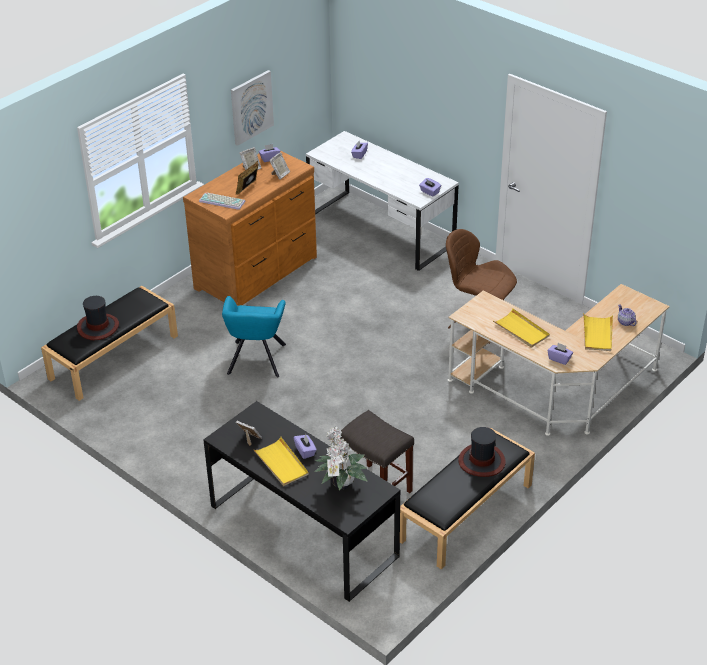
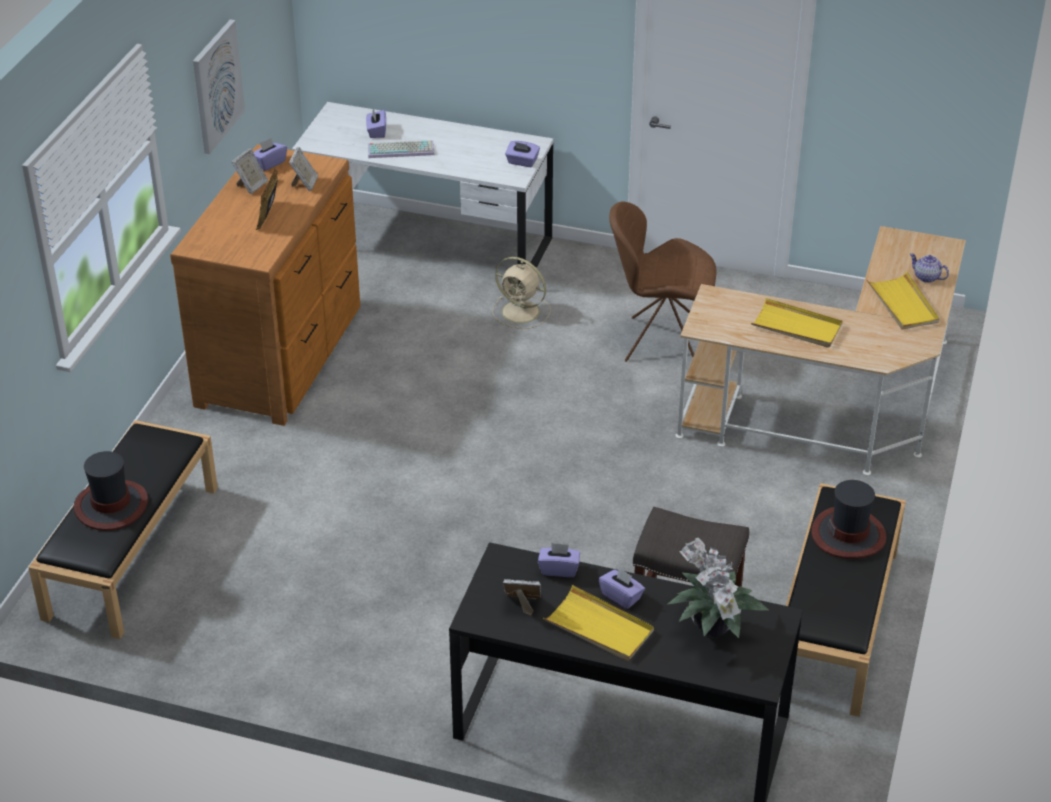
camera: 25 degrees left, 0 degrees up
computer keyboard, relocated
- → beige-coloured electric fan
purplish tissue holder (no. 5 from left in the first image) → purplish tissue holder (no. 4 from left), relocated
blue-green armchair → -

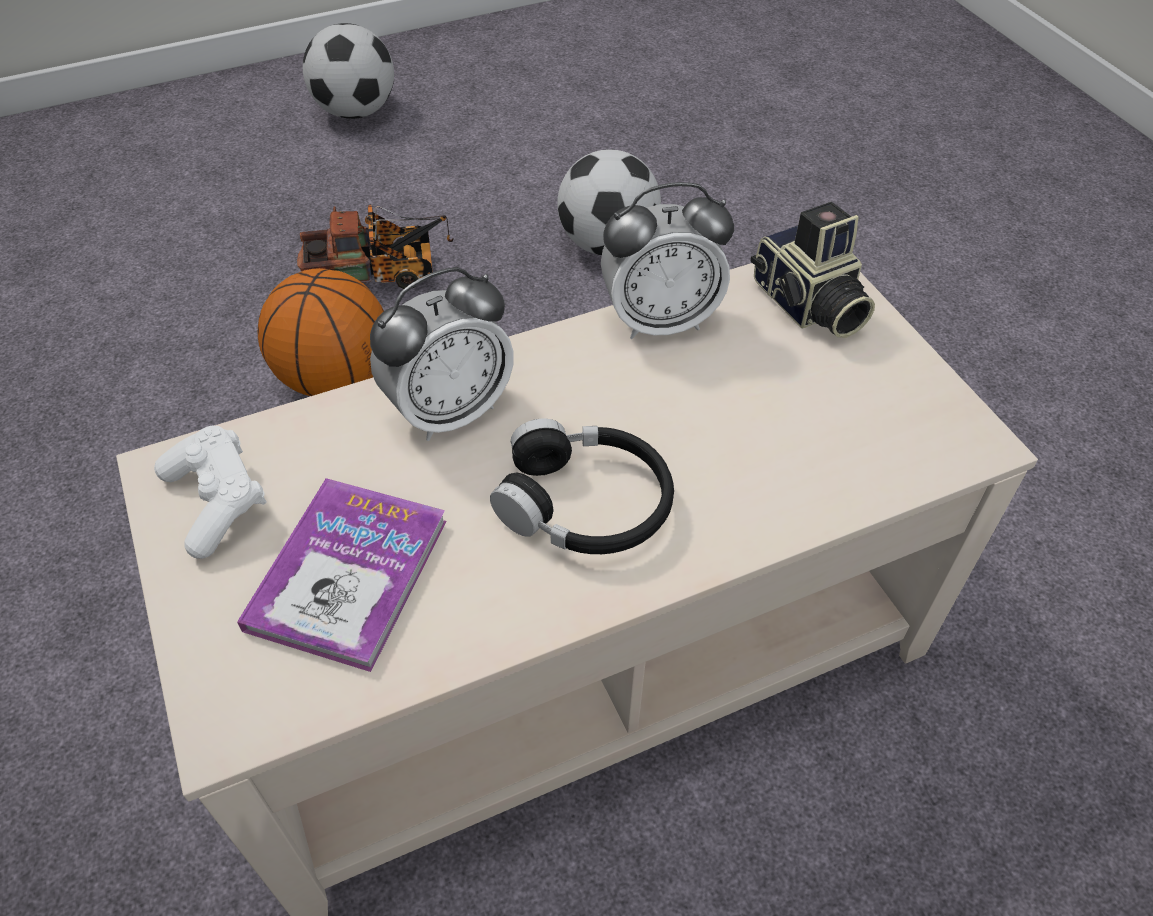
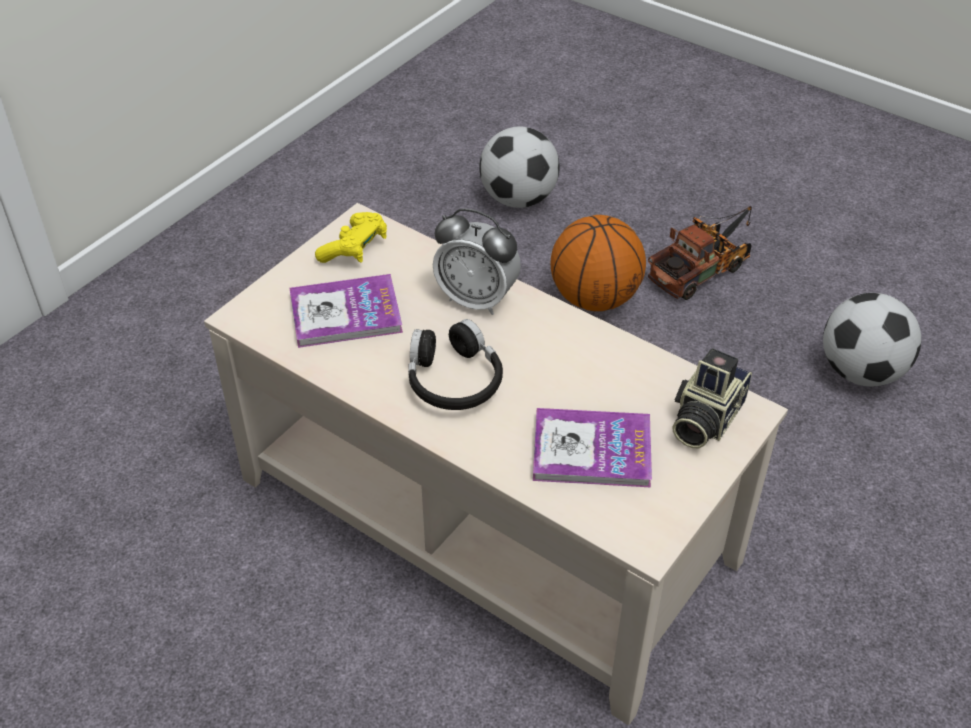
camera: 60 degrees right, 5 degrees down
whitish game controller → yellow-coloured game controller
football ball (no. 1 from left), relocated
- → book (no. 2 from left)
model truck, 90 degrees counterclockwise
table clock (no. 2 from left) → -

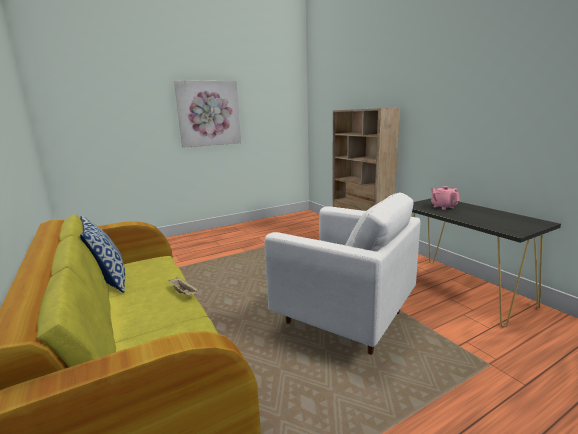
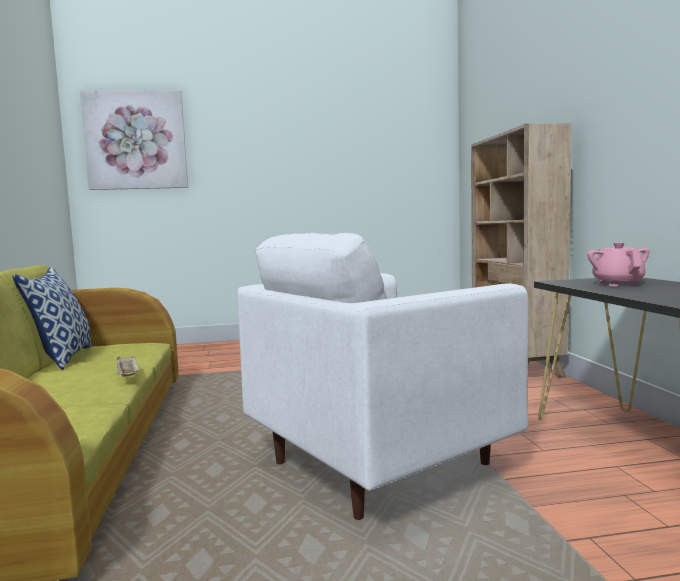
camera: 20 degrees right, 10 degrees down
picture, relocated
whitish armchair, 90 degrees clockwise

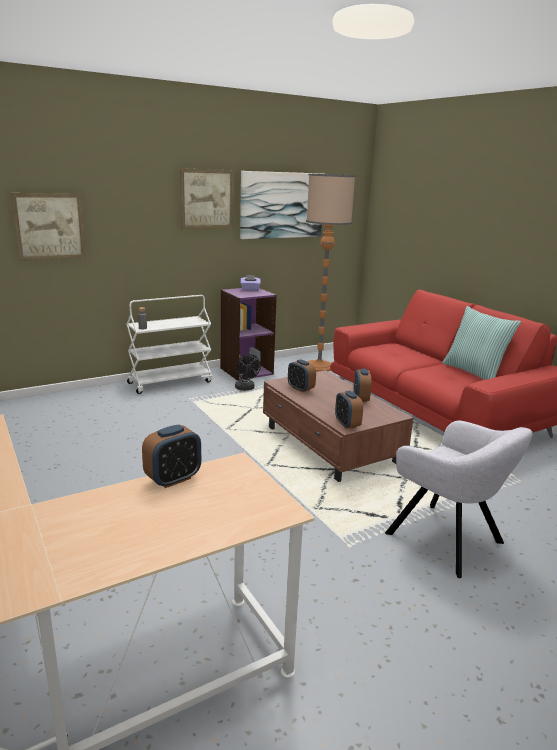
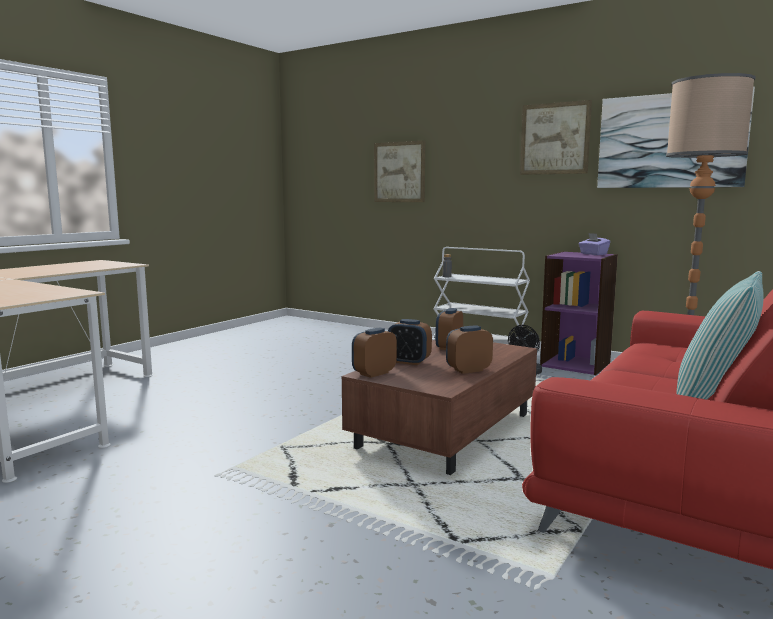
camera: 65 degrees right, 10 degrees down
table clock (no. 1 from left in the first image) → table clock (no. 2 from left), relocated
grey armchair → -

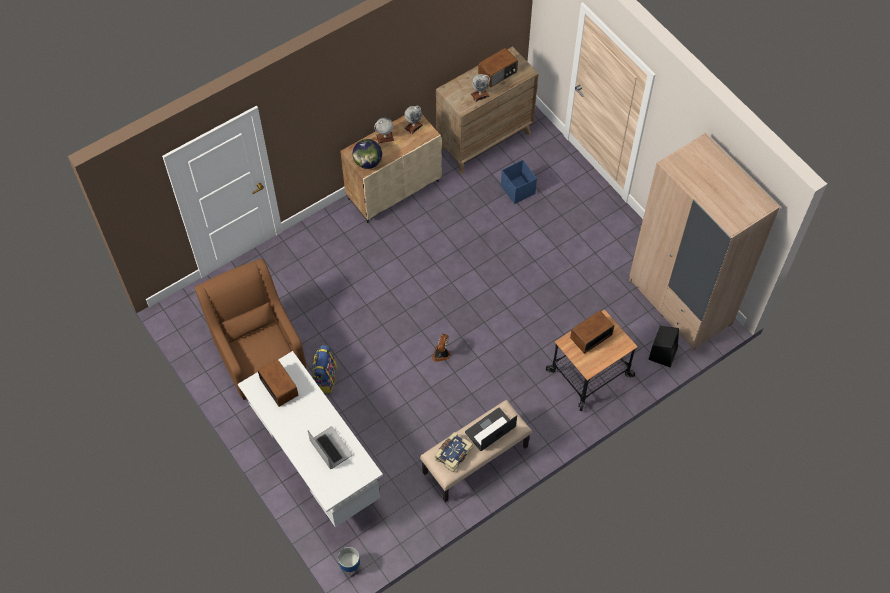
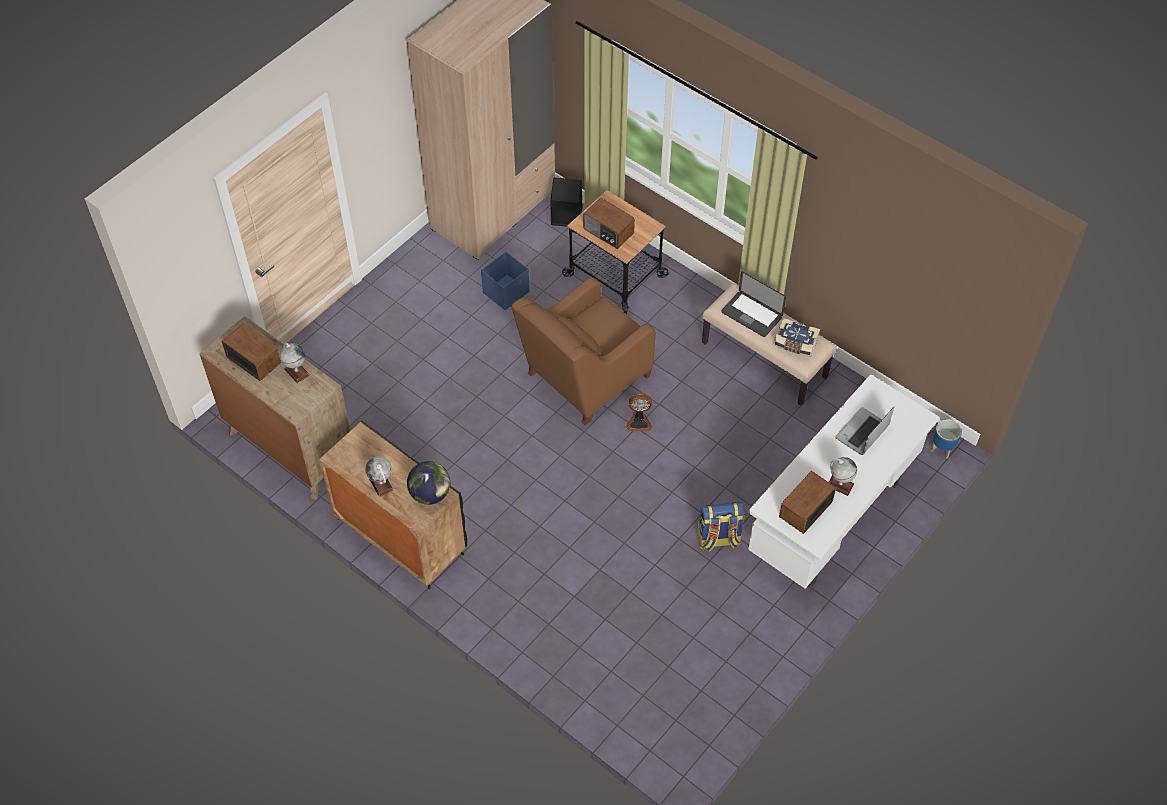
camera: 105 degrees left, 5 degrees down
beige-coloured cupboard → blackish cupboard
blue storage container, relocated
brown armchair, relocated
world globe (no. 3 from left in the first image) → world globe (no. 4 from left), relocated

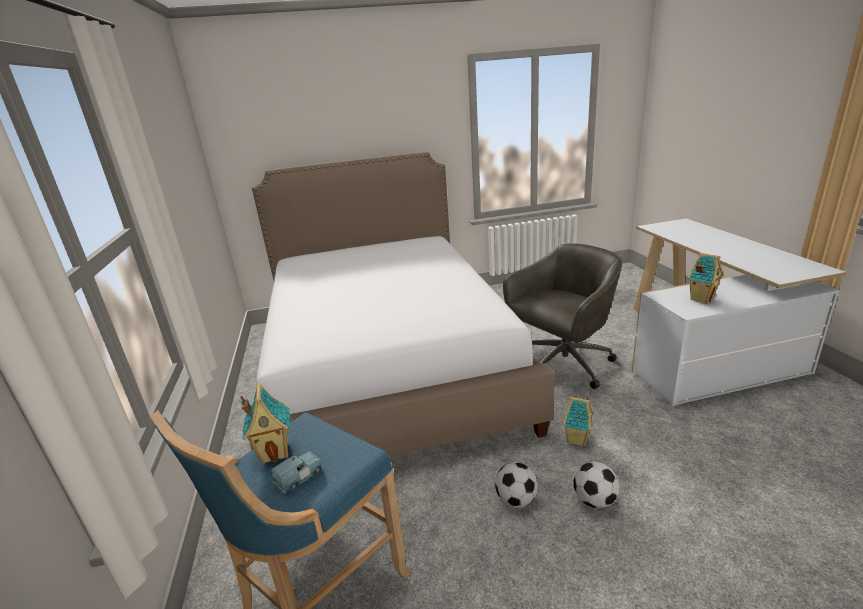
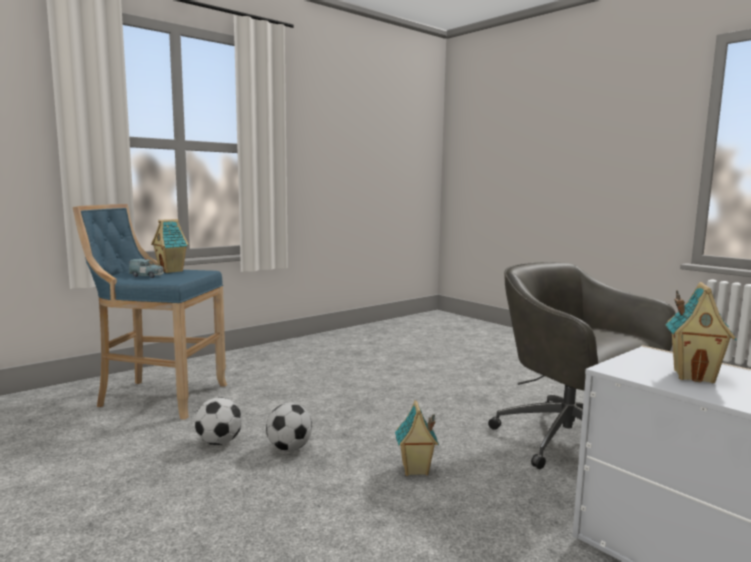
camera: 60 degrees right, 15 degrees down
football ball (no. 2 from left in the first image) → football ball (no. 1 from left), relocated
grey office chair, 150 degrees counterclockwise
sleeping bed → -

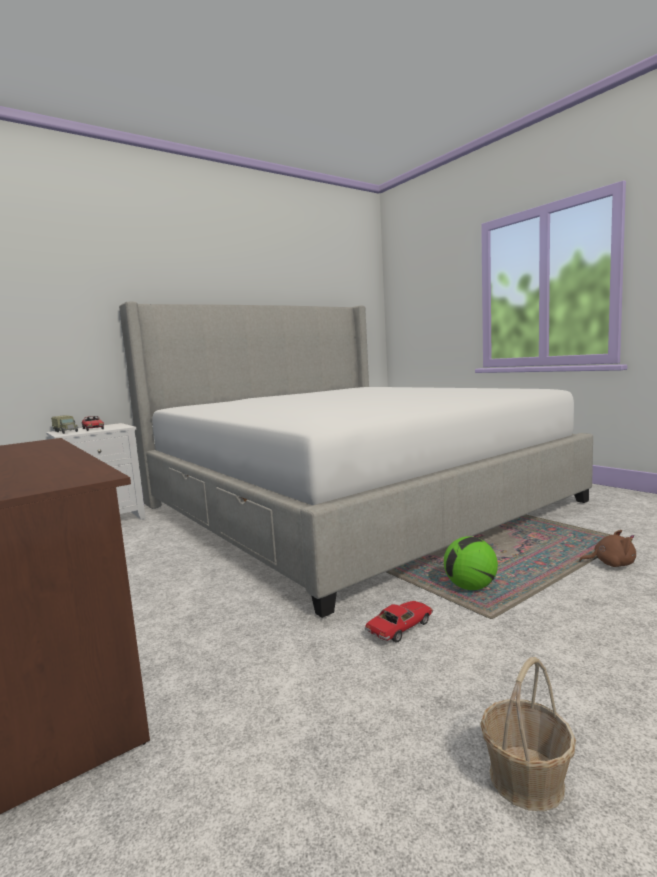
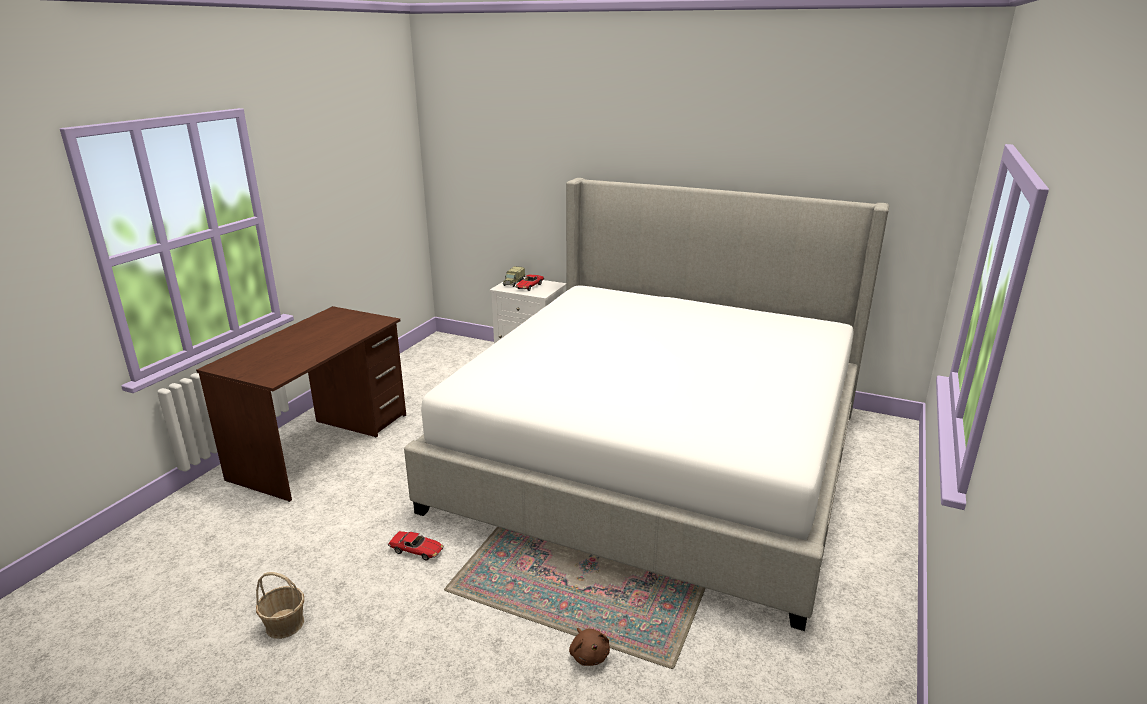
camera: 60 degrees right, 15 degrees up
football ball → -

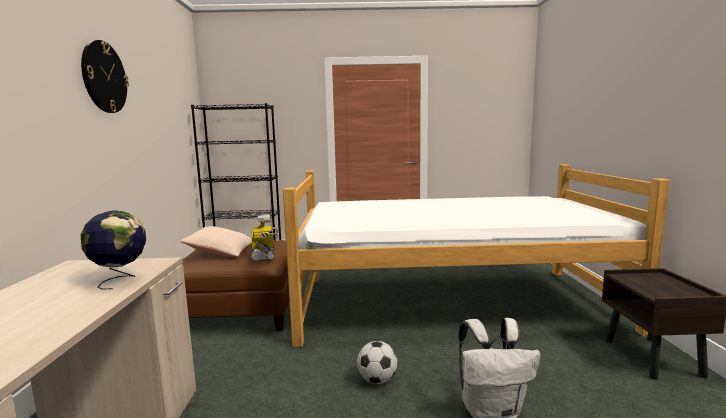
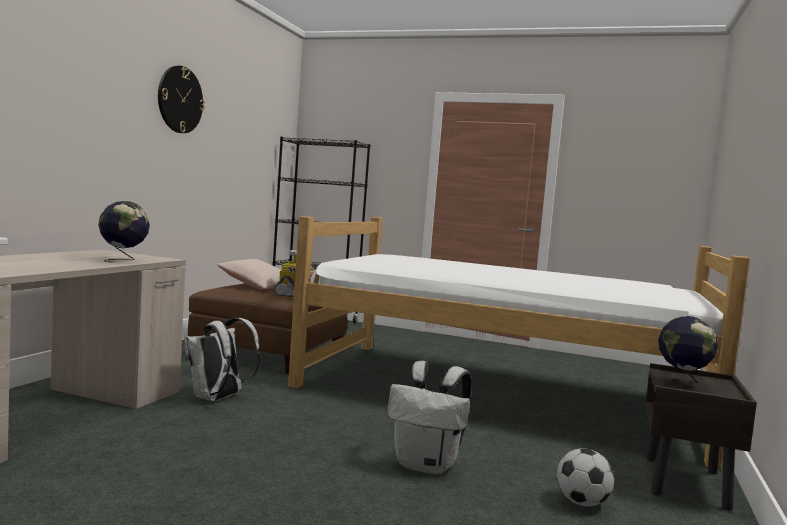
camera: 20 degrees right, 5 degrees down
- → whitish rucksack (no. 1 from left)
football ball, relocated
- → world globe (no. 2 from left)

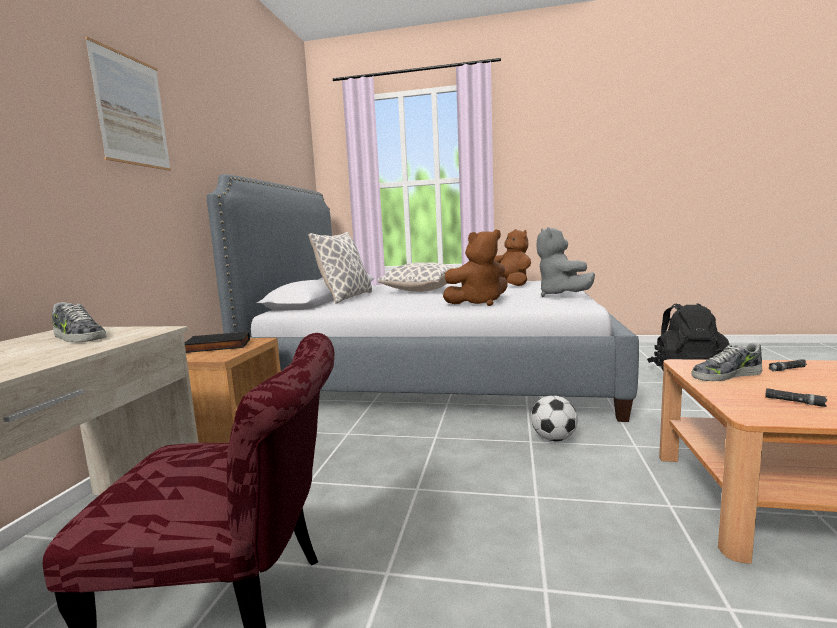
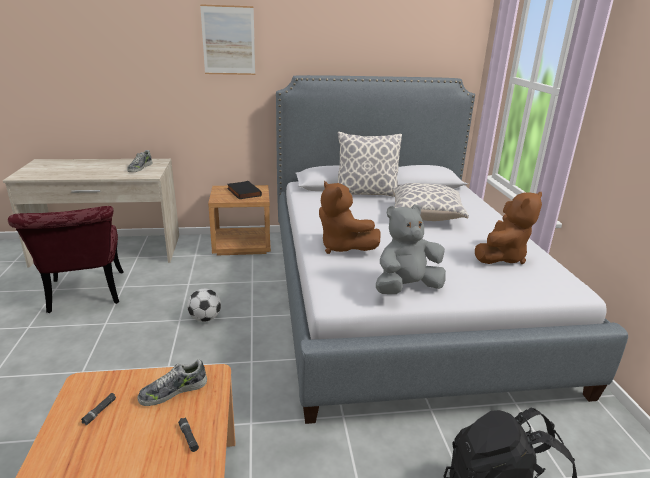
camera: 70 degrees right, 15 degrees up
low shoe (no. 2 from left), 90 degrees counterclockwise
football ball, relocated

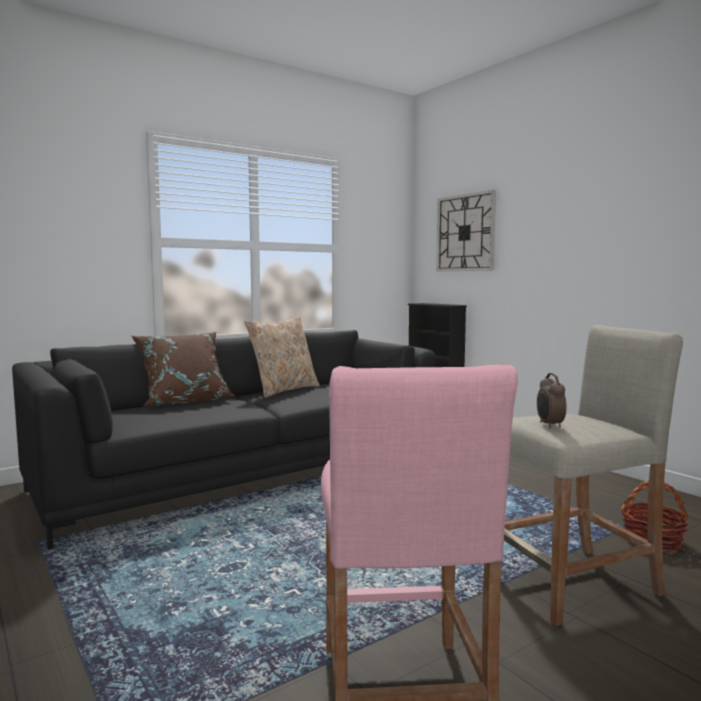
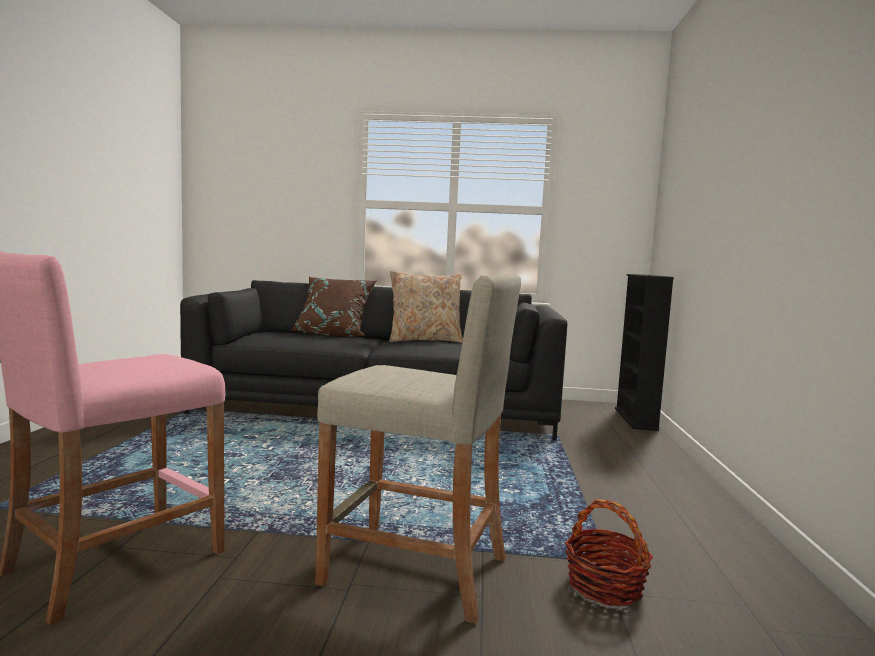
camera: 40 degrees right, 0 degrees up
hanging clock → -
table clock → -

